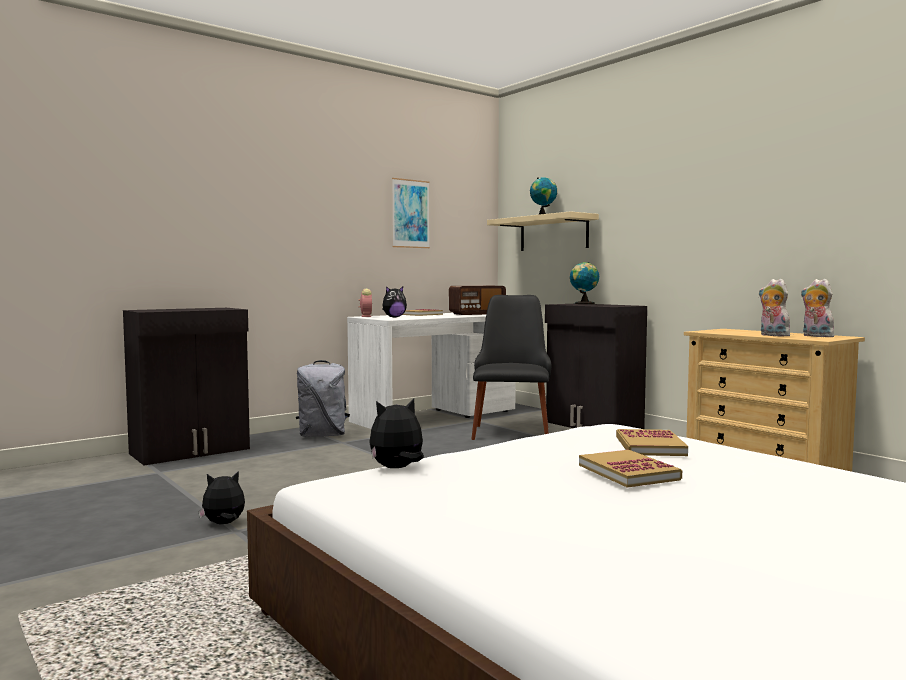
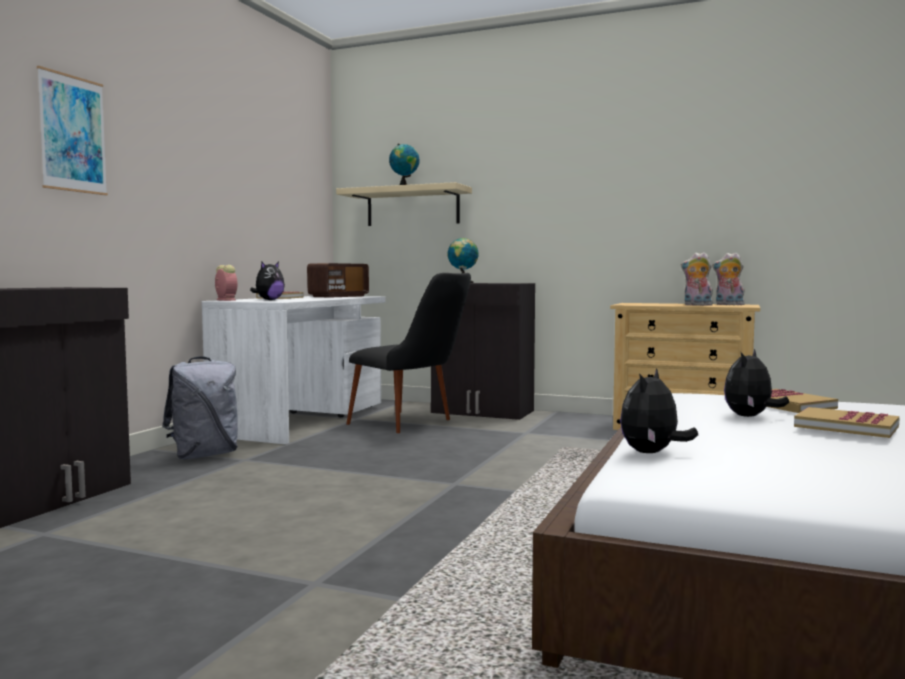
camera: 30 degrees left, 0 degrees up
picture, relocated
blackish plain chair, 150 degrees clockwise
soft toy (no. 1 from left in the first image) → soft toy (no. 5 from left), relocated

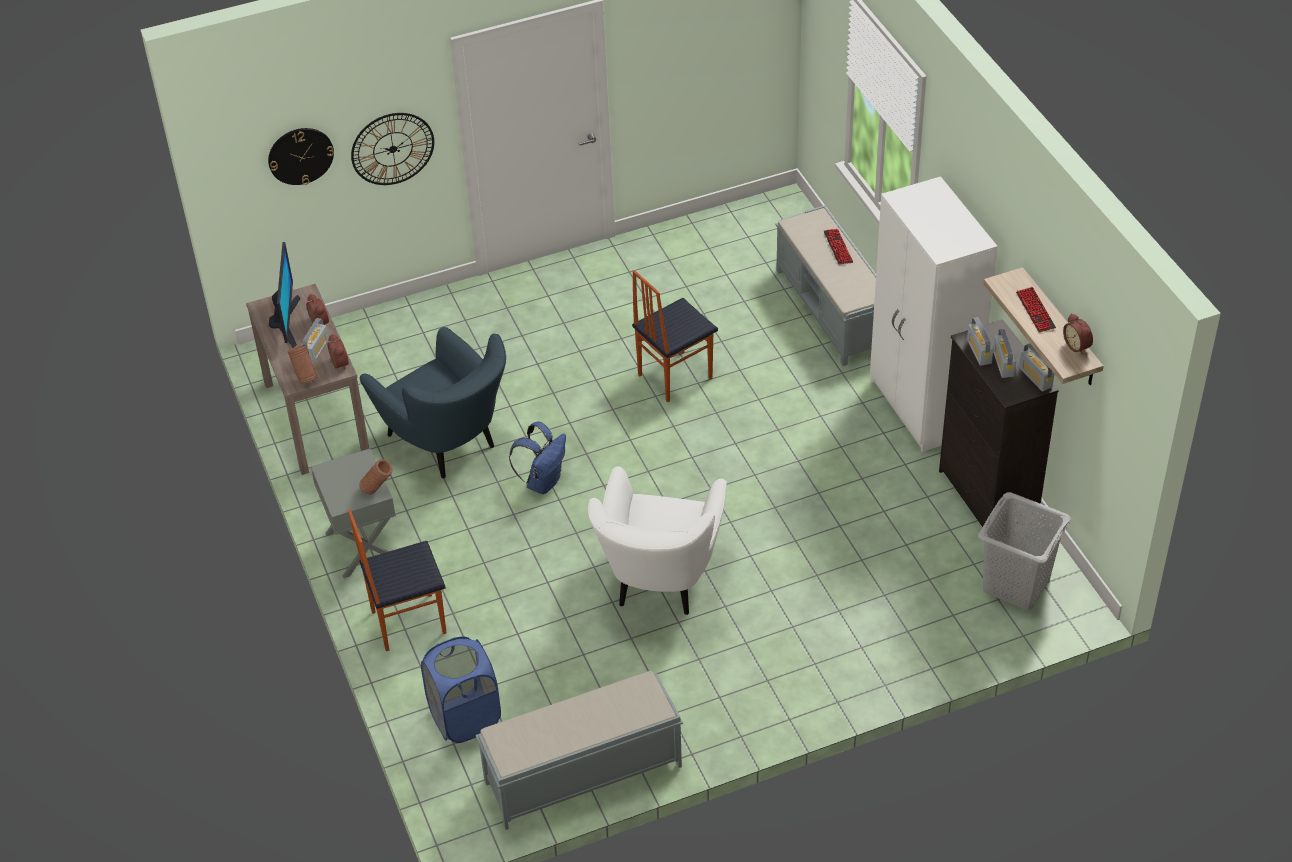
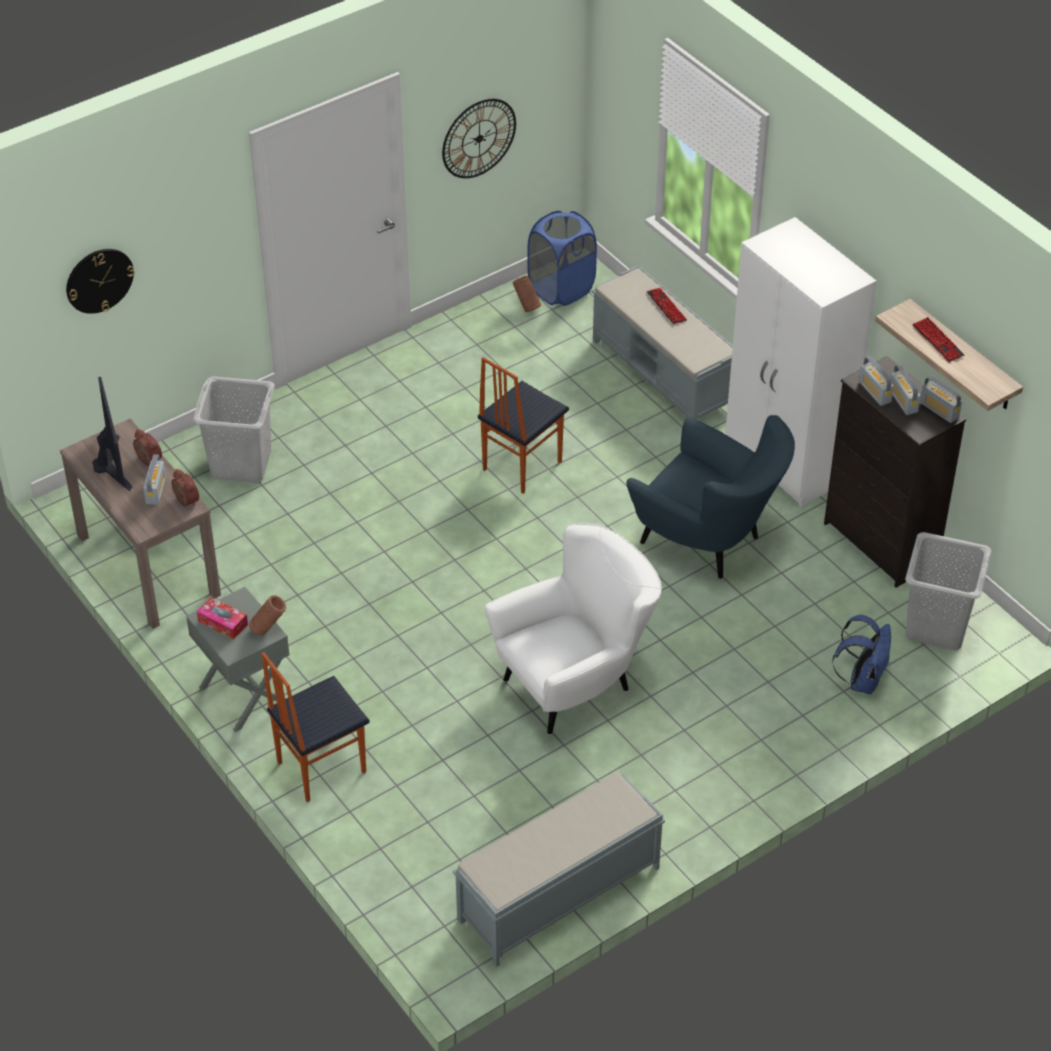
camera: 15 degrees left, 0 degrees up
- → grey washing basket (no. 1 from left)
- → tissue holder
hanging clock (no. 2 from left), relocated
whitish armchair, 120 degrees counterclockwise
brown flower vase (no. 1 from left in the first image) → brown flower vase (no. 2 from left), relocated
blue washing basket, relocated
blue armchair, relocated
blue rucksack, relocated
table clock (no. 3 from left) → -

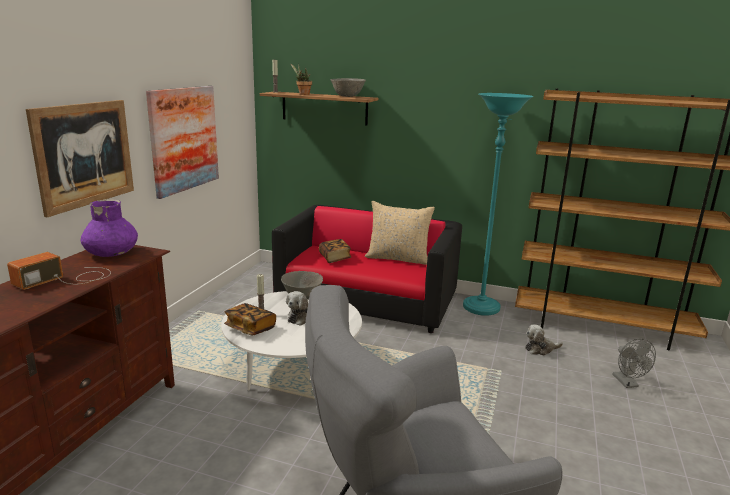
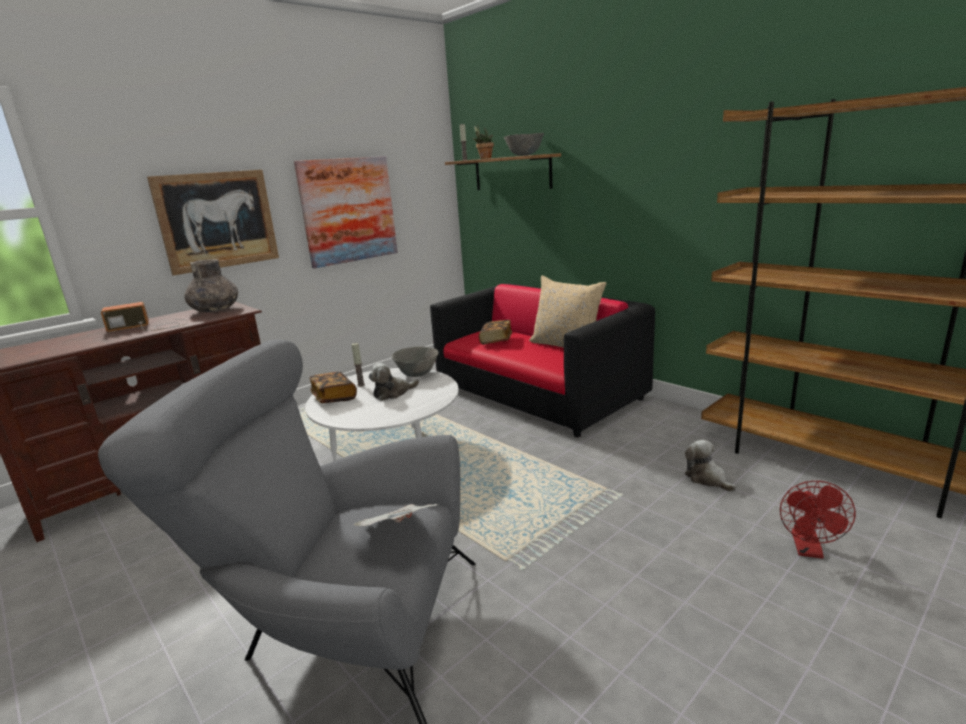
camera: 30 degrees right, 0 degrees up
purplish flower vase → grey flower vase
- → newspaper
soft toy (no. 2 from left), 45 degrees clockwise
grey electric fan → red electric fan
blue-green standard lamp → -

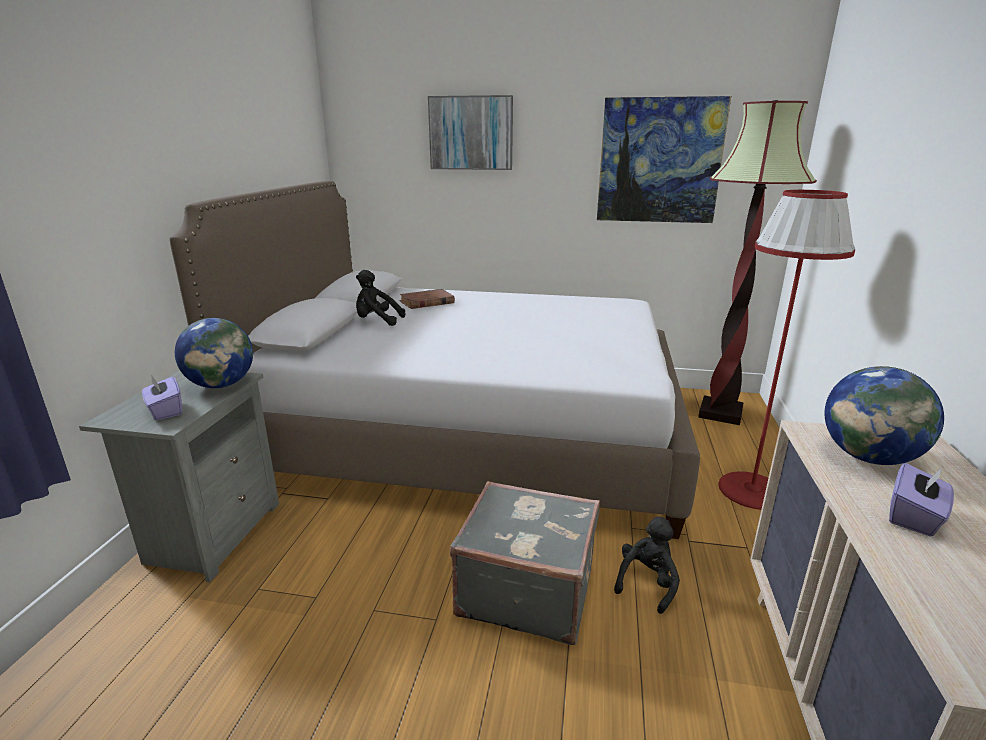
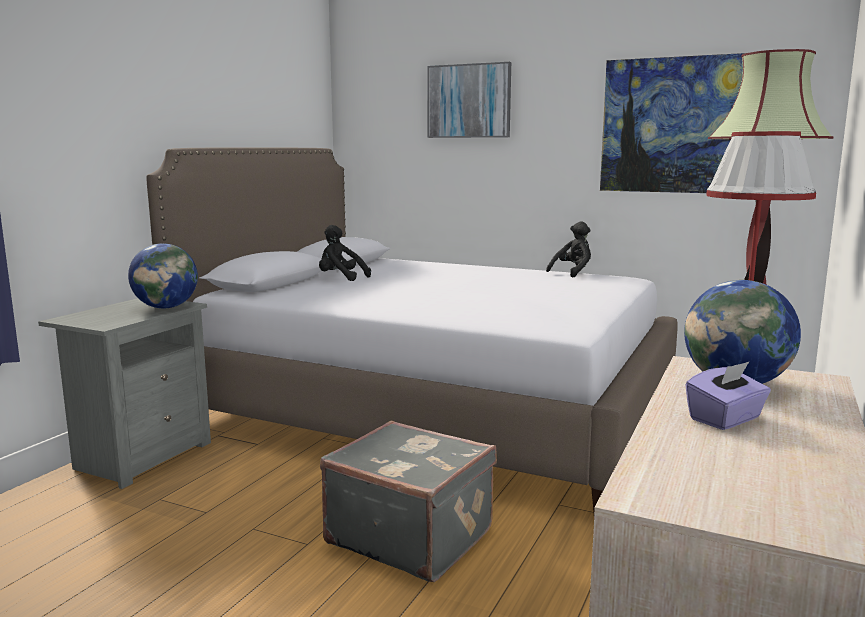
camera: 15 degrees right, 10 degrees down
blackish soft toy (no. 2 from left), relocated
purplish tissue holder (no. 1 from left) → -
brown book → -

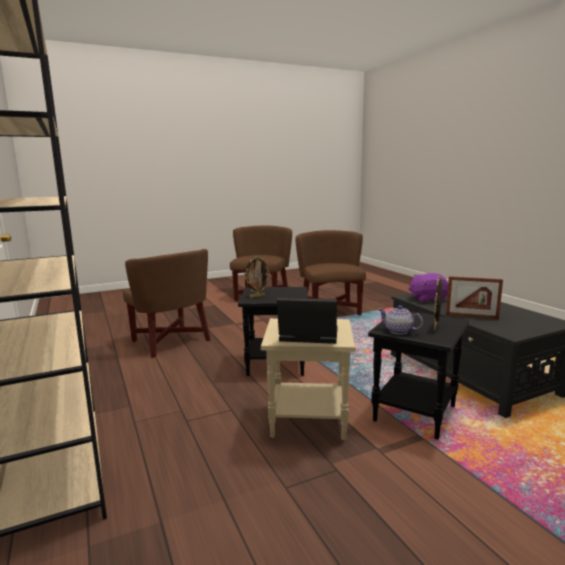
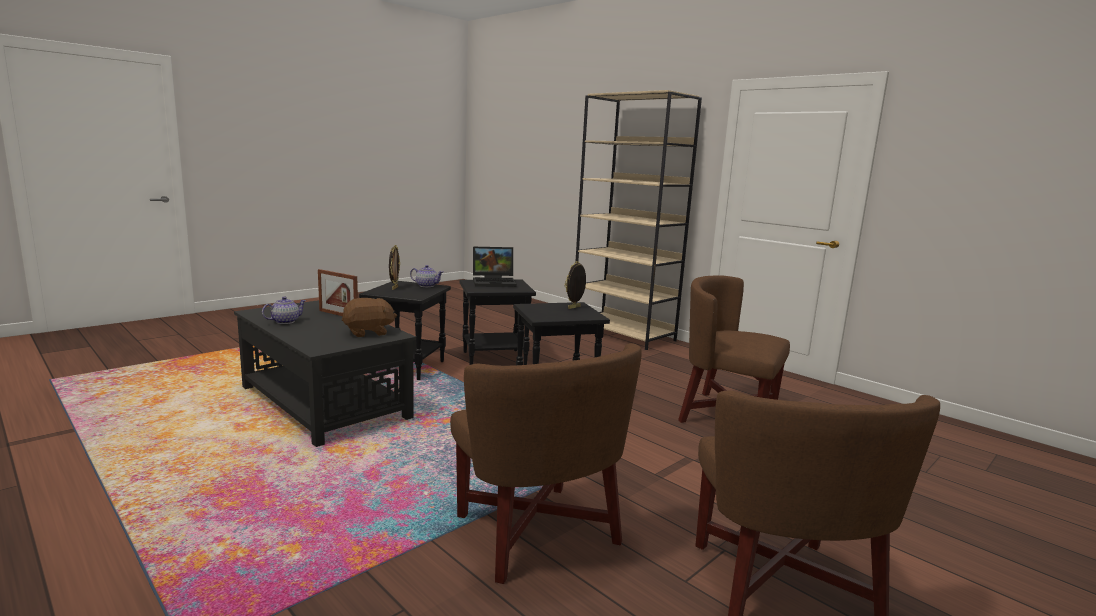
camera: 160 degrees right, 0 degrees up
- → pot for tea (no. 1 from left)
photo frame (no. 3 from left in the first image) → photo frame (no. 1 from left), 150 degrees counterclockwise
purplish soft toy → brown soft toy
beige-coloured side table → blackish side table (no. 2 from left)

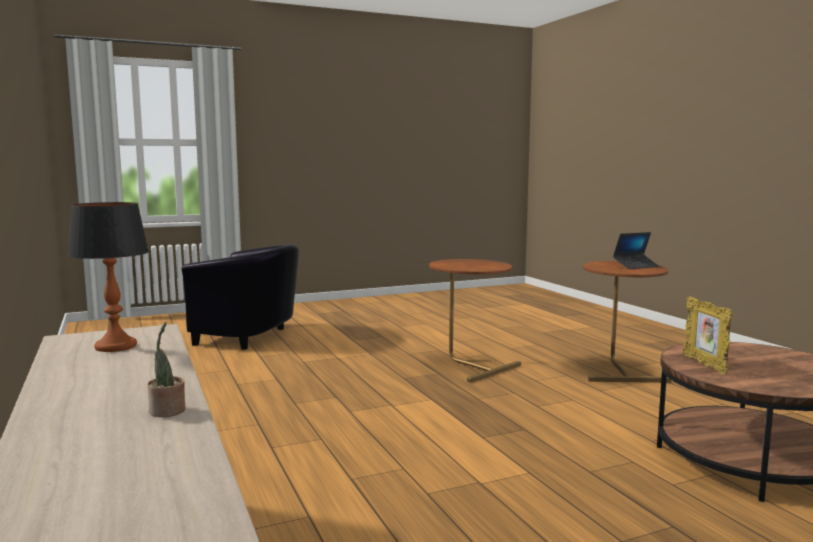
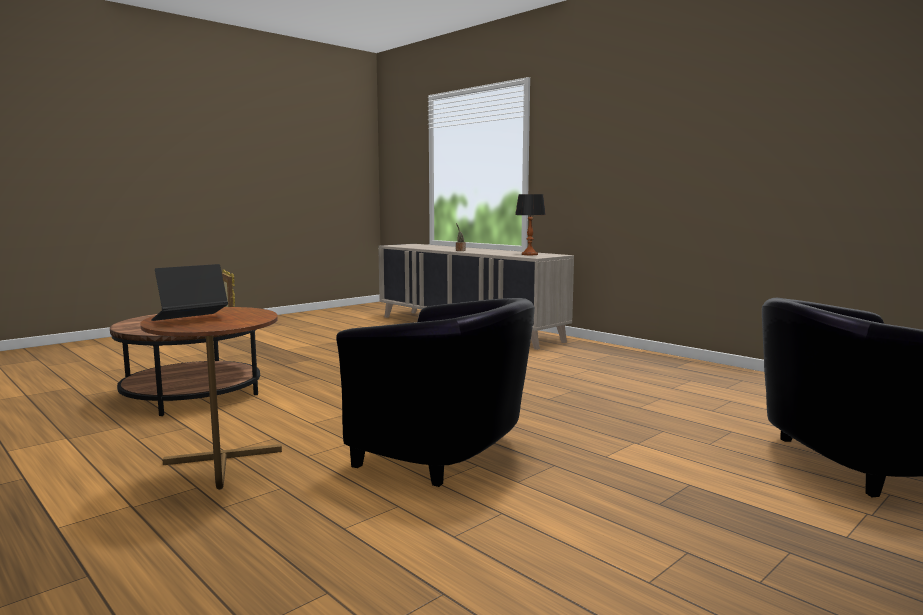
camera: 160 degrees right, 0 degrees up
brown side table (no. 1 from left) → blackish armchair (no. 1 from left)

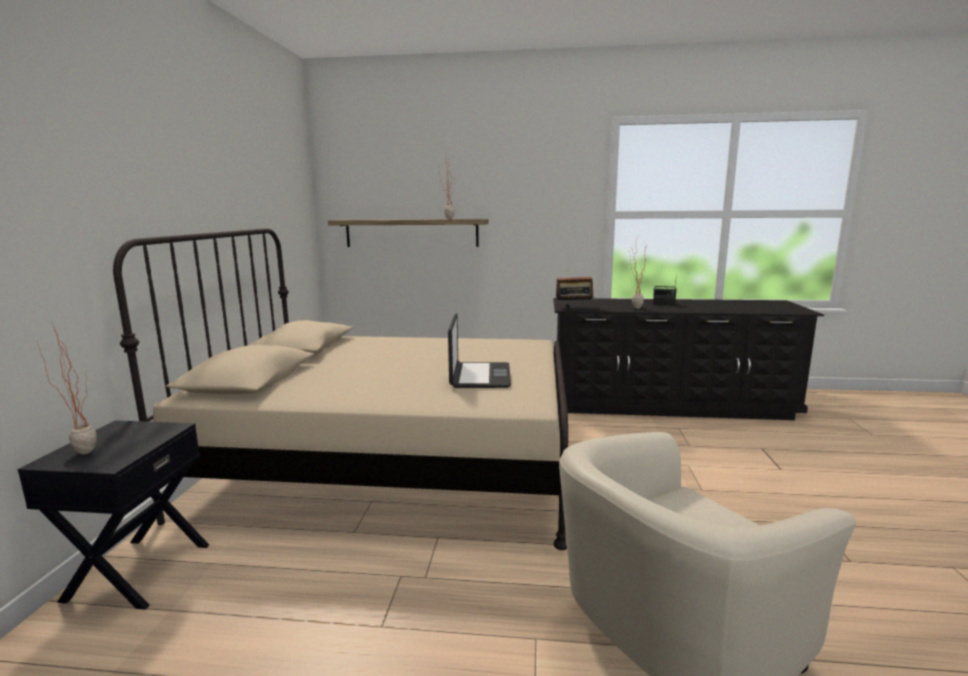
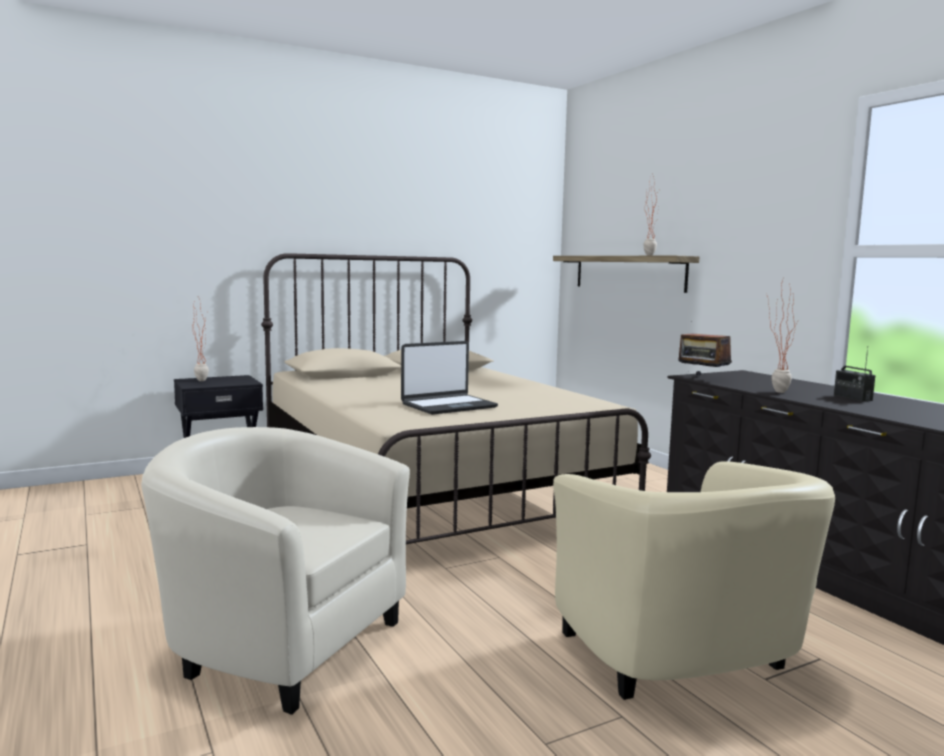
camera: 55 degrees right, 5 degrees down
- → beige-coloured armchair (no. 2 from left)

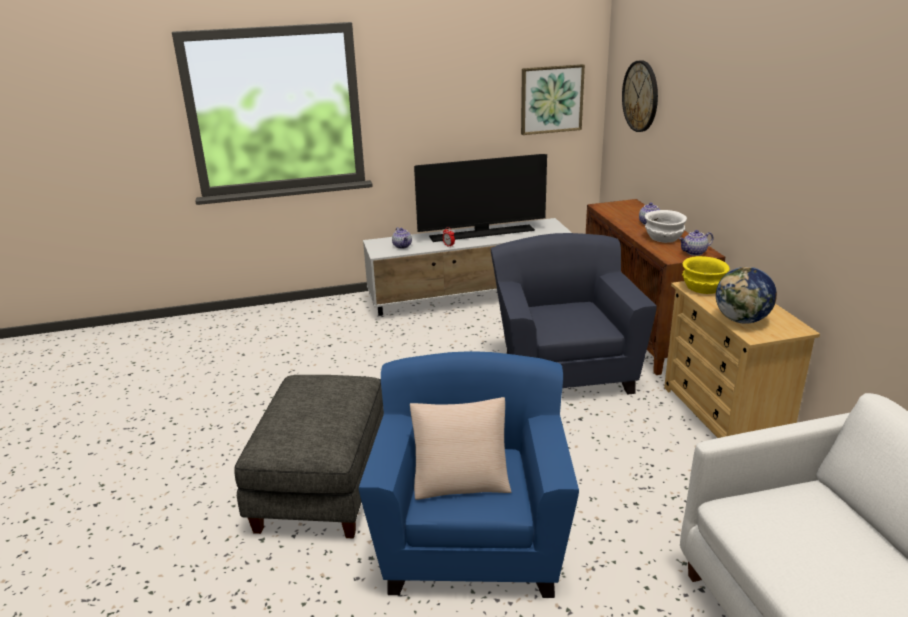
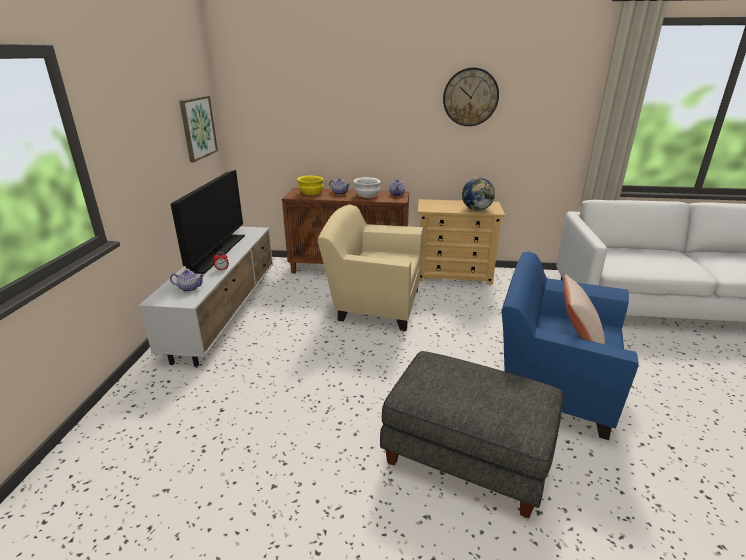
camera: 70 degrees left, 0 degrees up
yellow-coloured bowl, relocated
blue armchair (no. 2 from left) → beige-coloured armchair
hanging clock, relocated

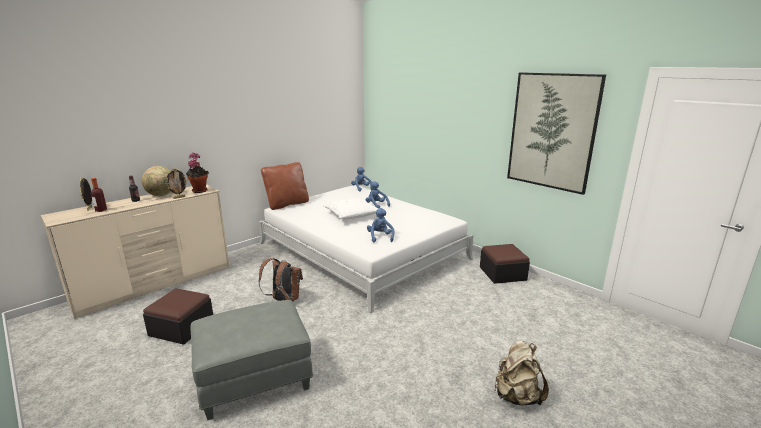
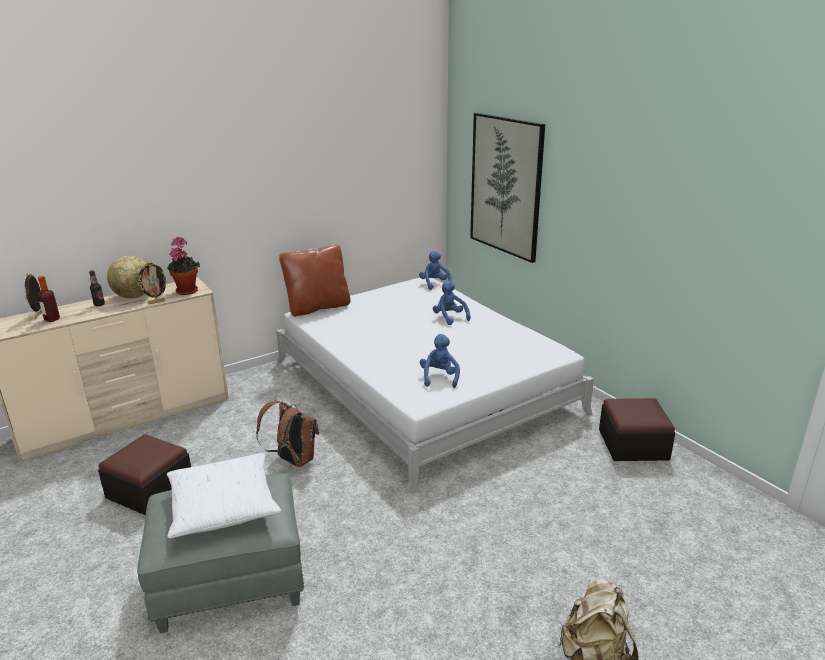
camera: 10 degrees right, 5 degrees up
whitish pillow, relocated
picture, relocated

